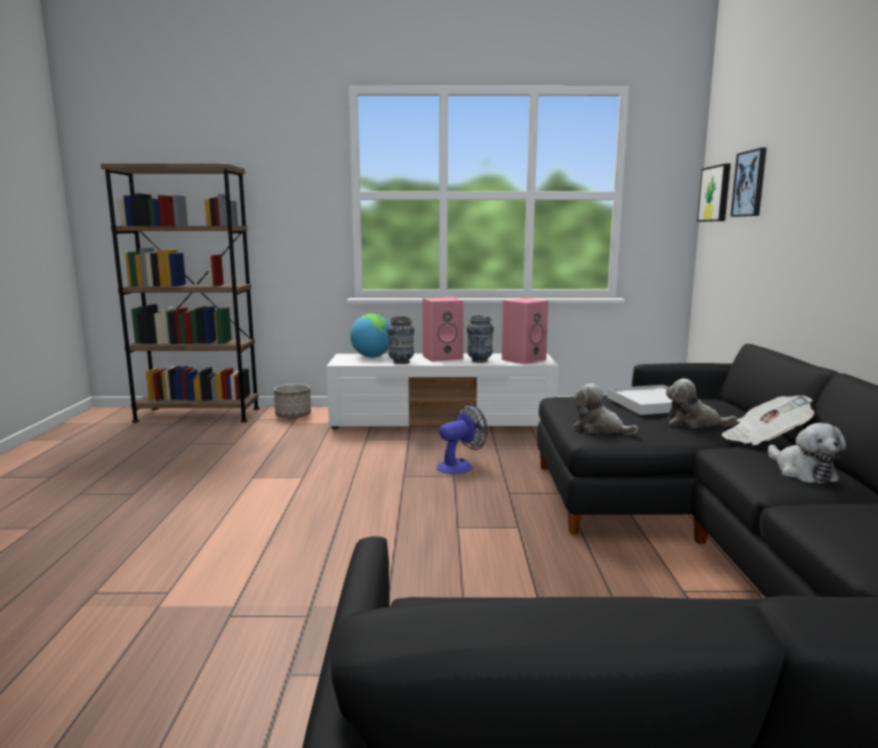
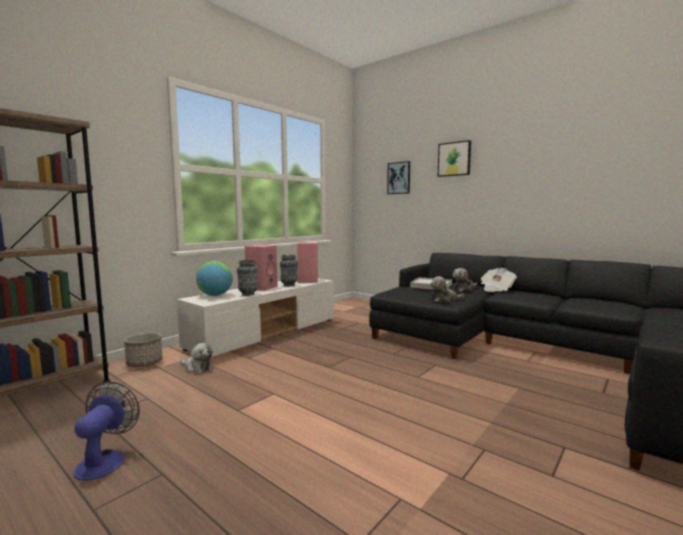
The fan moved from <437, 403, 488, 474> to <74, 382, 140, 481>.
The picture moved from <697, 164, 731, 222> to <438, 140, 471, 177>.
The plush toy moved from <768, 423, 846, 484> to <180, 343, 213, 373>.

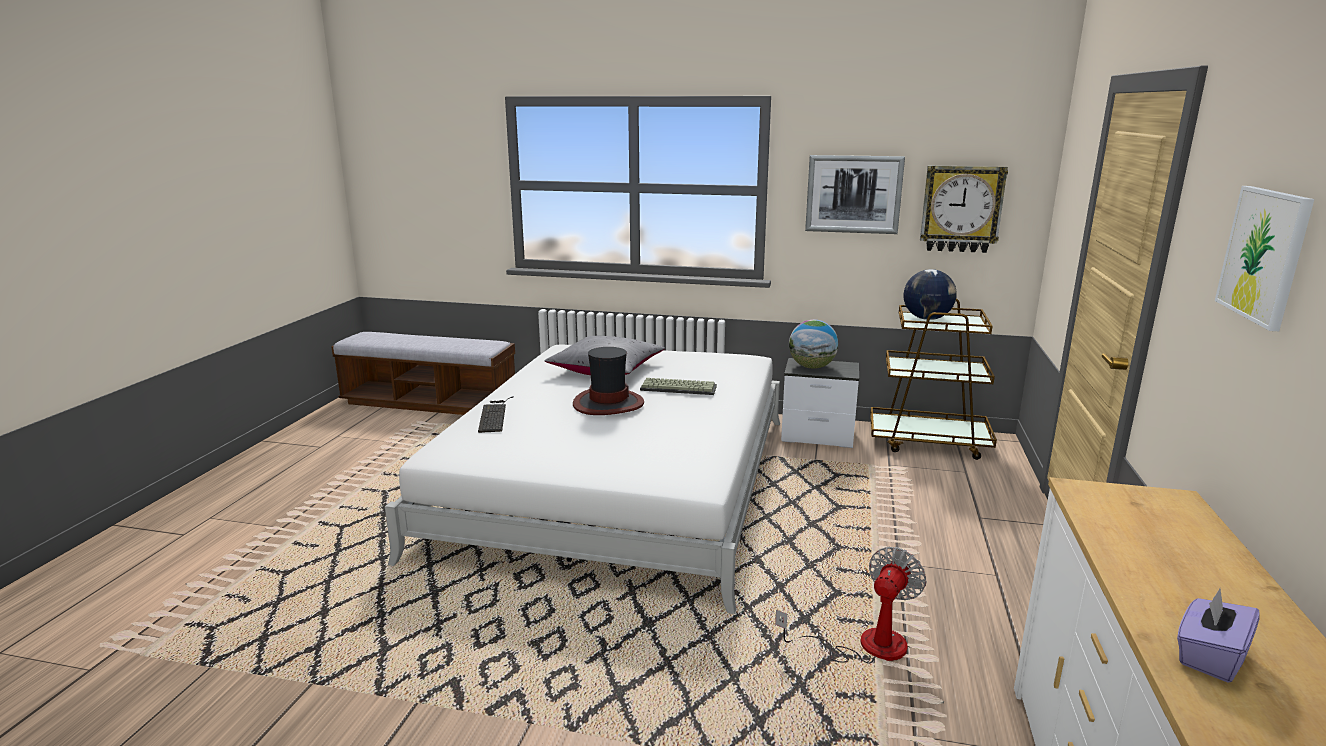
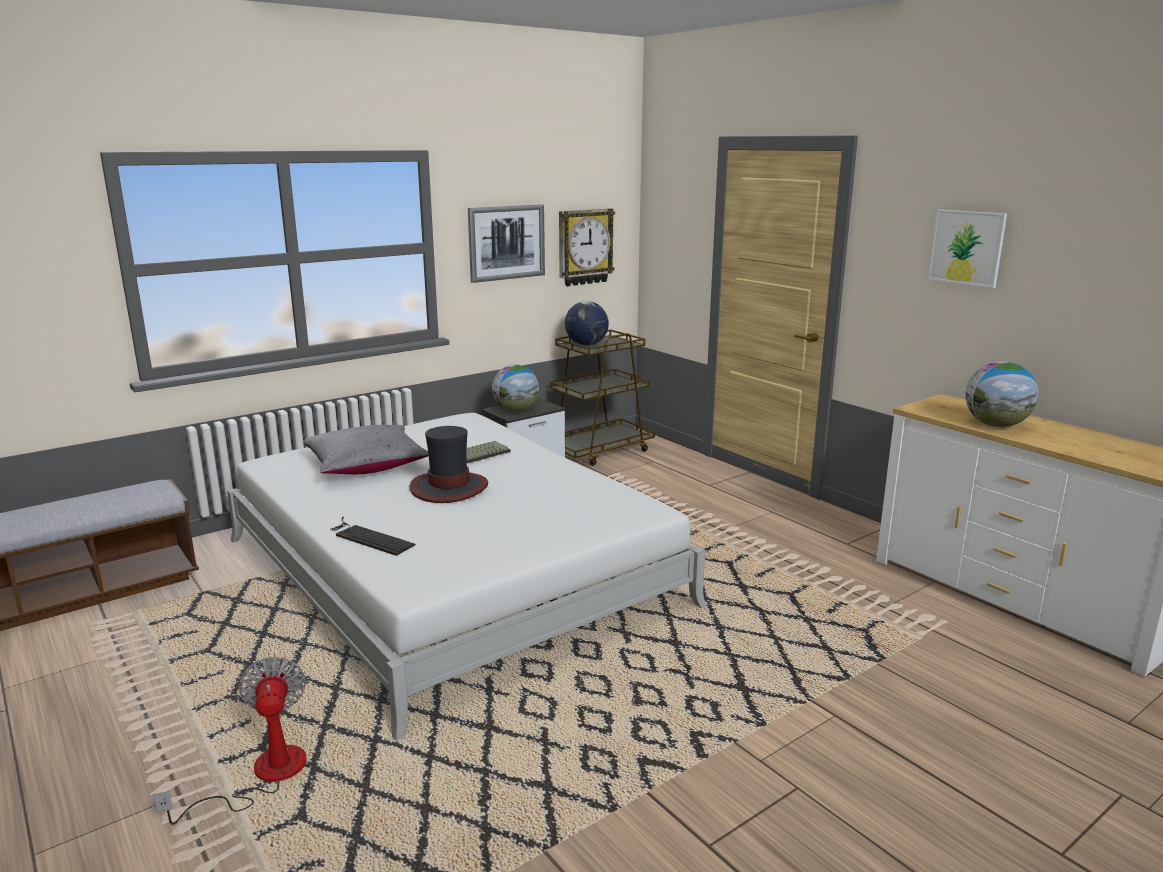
The tissue box in purple at <1177, 588, 1260, 683> disappeared.
The globe at <965, 361, 1038, 427> appeared.
The fan moved from <775, 547, 926, 664> to <153, 656, 307, 825>.

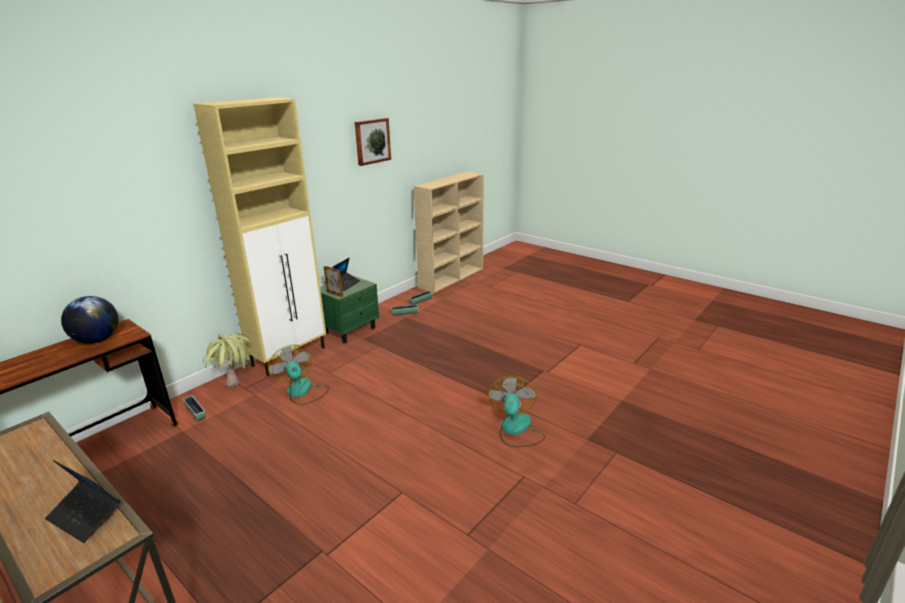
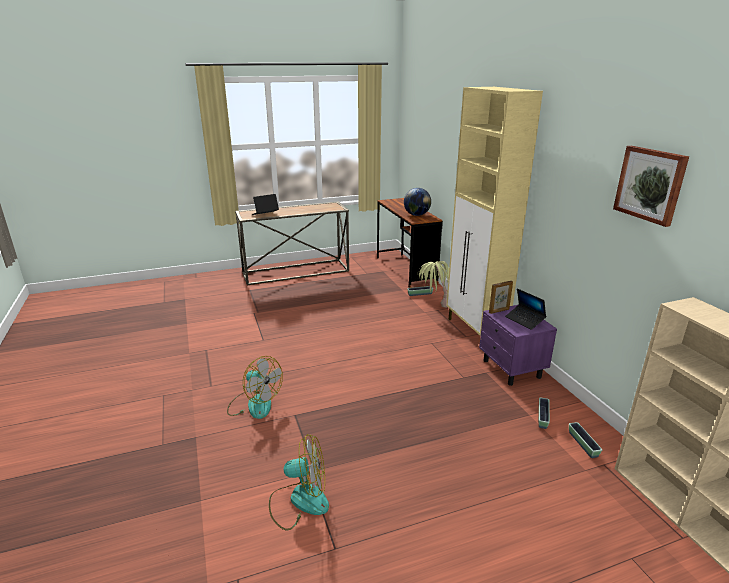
The fan moved from <268, 345, 329, 405> to <269, 434, 329, 530>.
The nightstand in green at <320, 275, 379, 343> became the nightstand in purple at <479, 305, 557, 386>.

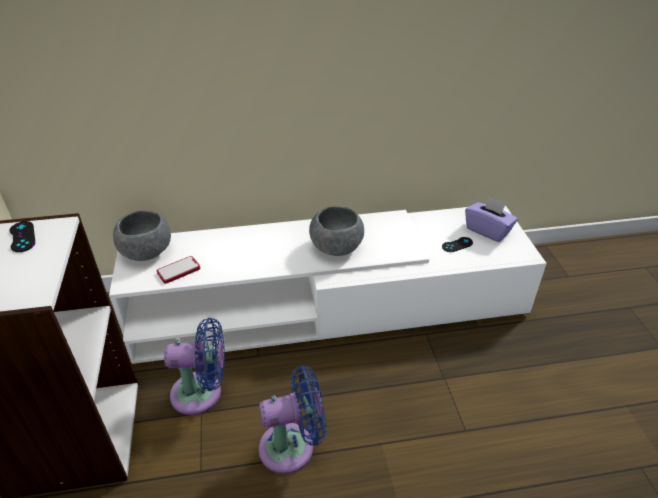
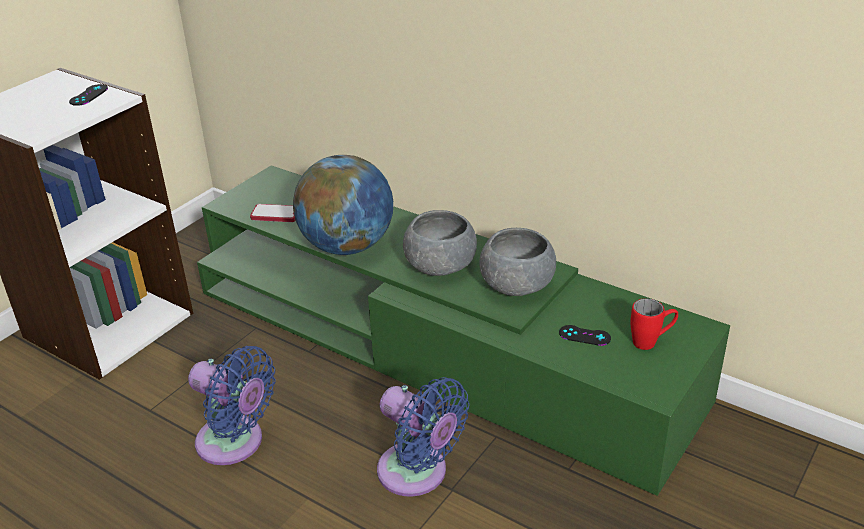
The globe at <293, 155, 393, 255> appeared.
The bowl in grey moved from <113, 211, 171, 261> to <479, 228, 556, 296>.
The fan in blue moved from <164, 318, 225, 415> to <377, 377, 469, 497>.
The tissue box in purple at <465, 196, 518, 242> was replaced by the mug in red at <631, 298, 678, 350>.
The tv stand in white at <109, 205, 547, 364> became the tv stand in green at <197, 165, 730, 496>.

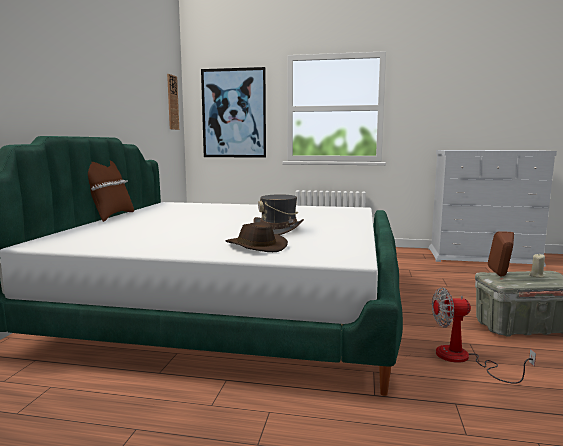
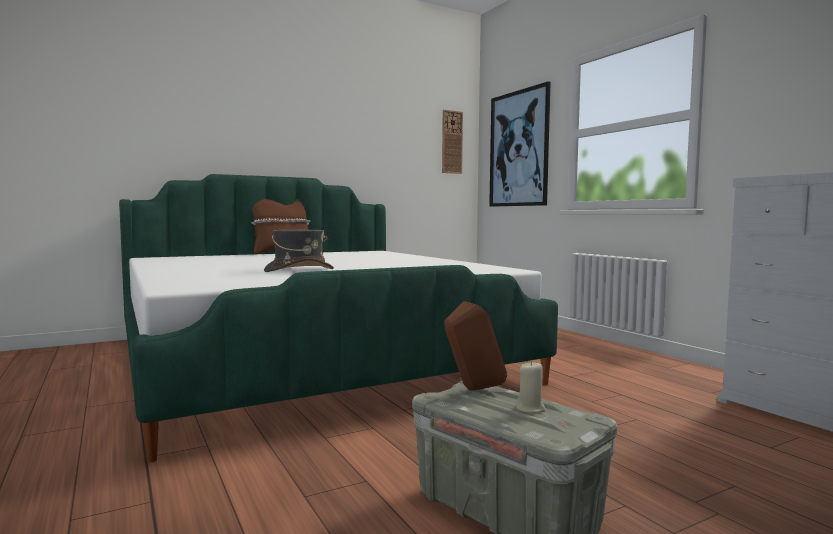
The hat in brown at <226, 222, 288, 252> disappeared.
The fan at <432, 288, 536, 384> disappeared.

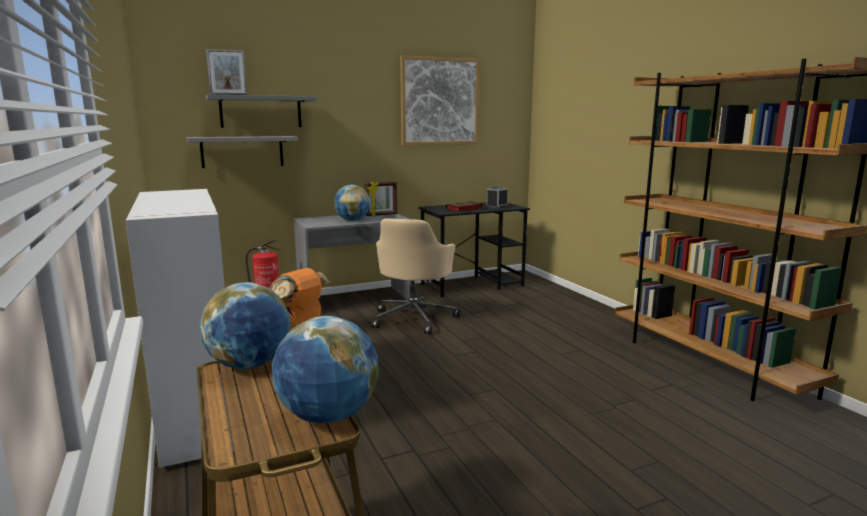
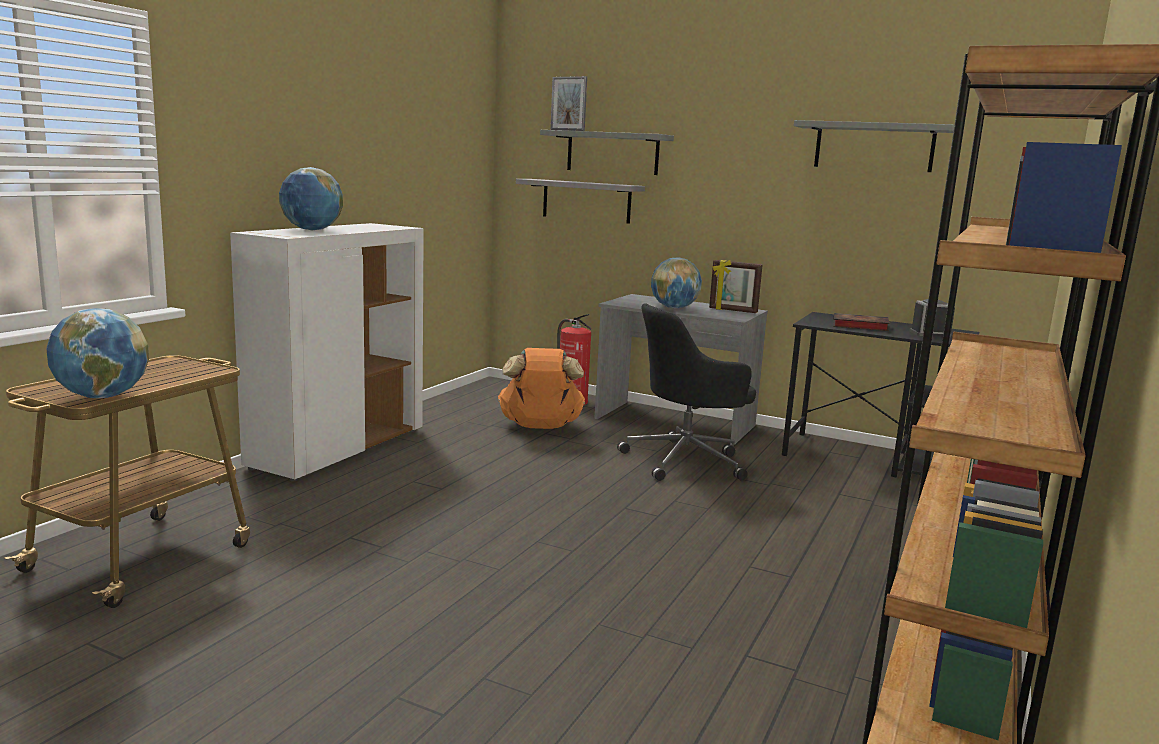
The globe moved from <200, 282, 290, 369> to <279, 167, 343, 230>.
The picture at <400, 55, 479, 145> was replaced by the shelf in grey at <794, 120, 954, 172>.
The office chair in beige at <372, 218, 460, 334> became the office chair in black at <617, 303, 756, 481>.

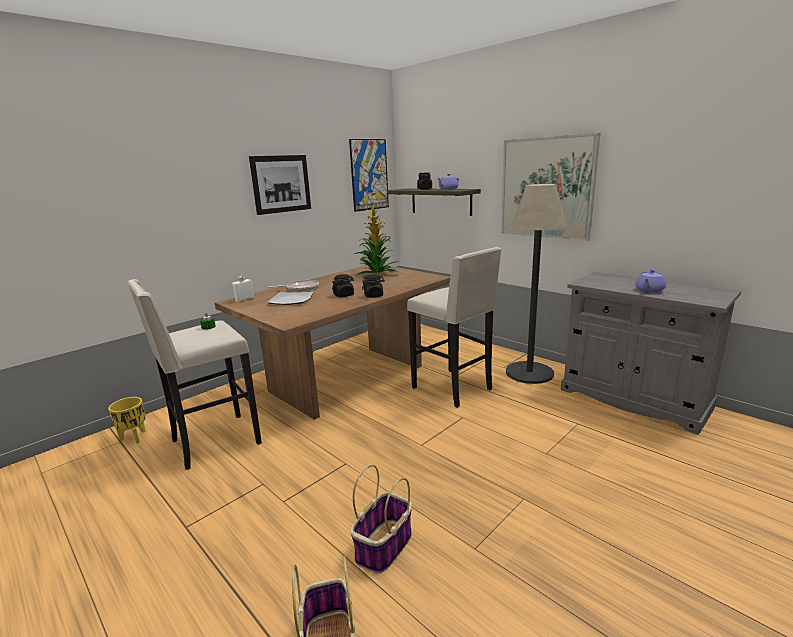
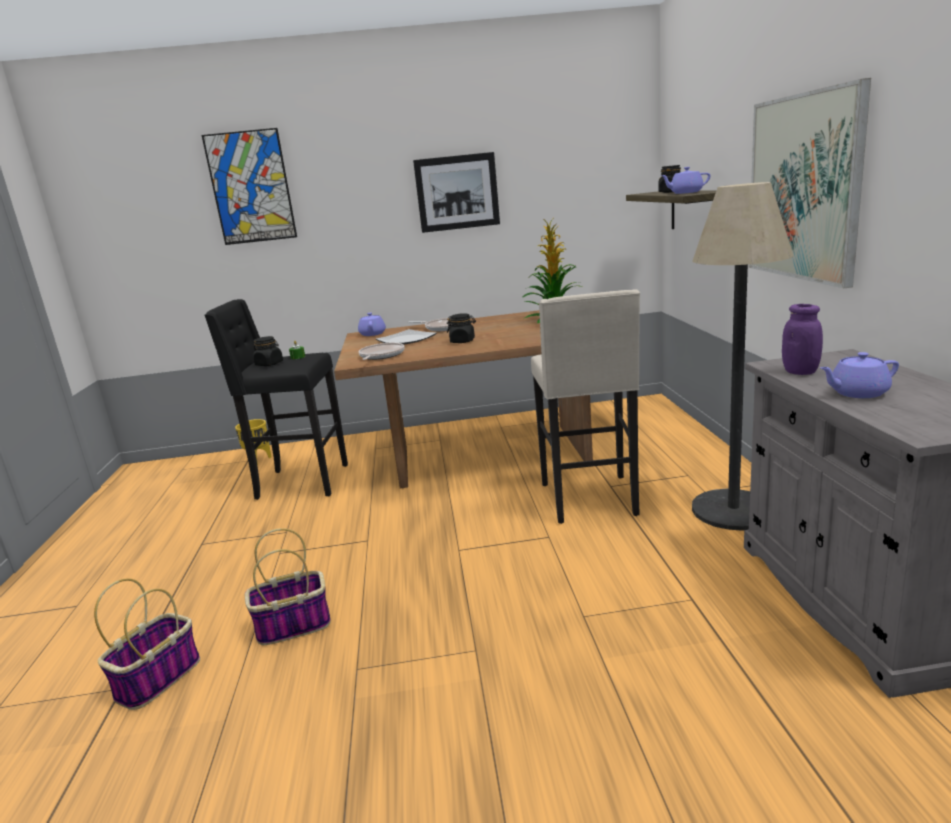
The frying pan at <358, 343, 405, 360> appeared.
The jar in purple at <782, 304, 823, 375> appeared.
The picture moved from <349, 139, 389, 212> to <202, 128, 297, 245>.
The jar in black moved from <362, 274, 385, 298> to <253, 336, 283, 366>.
The bottle in white at <232, 276, 254, 302> was replaced by the teapot in purple at <358, 313, 386, 336>.
The stool in beige at <127, 279, 262, 470> became the stool in black at <204, 299, 348, 500>.

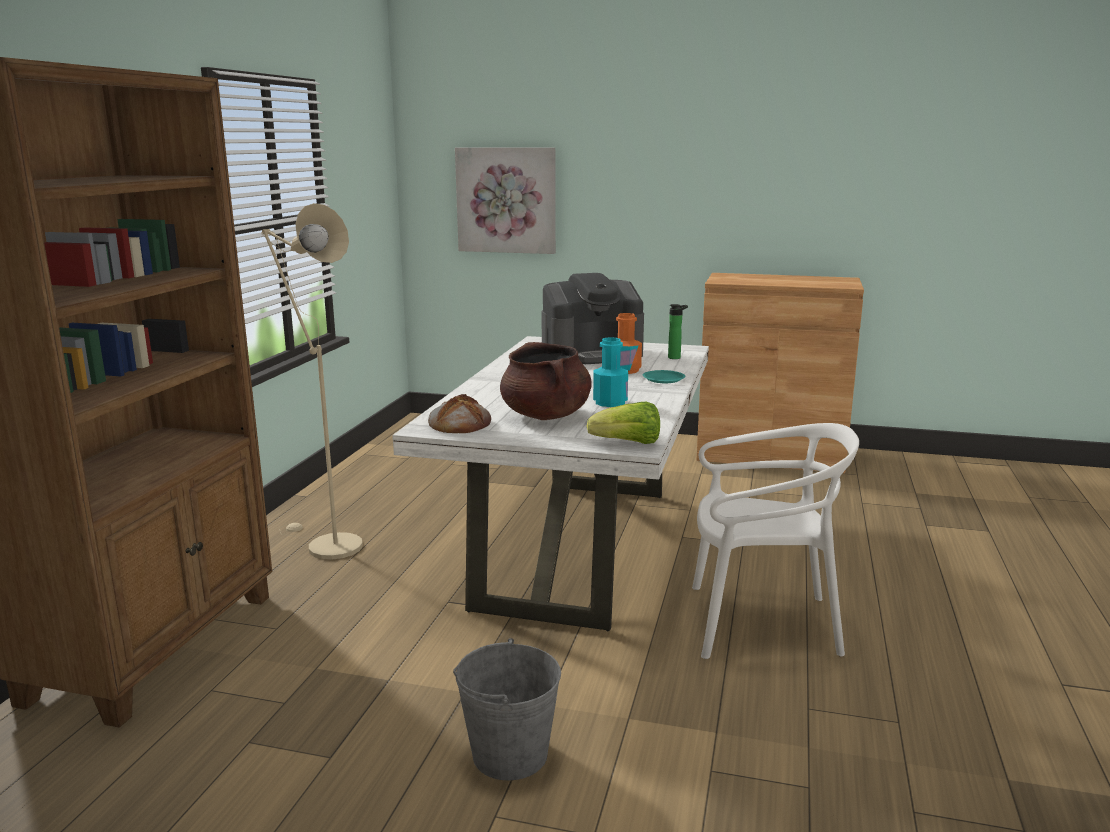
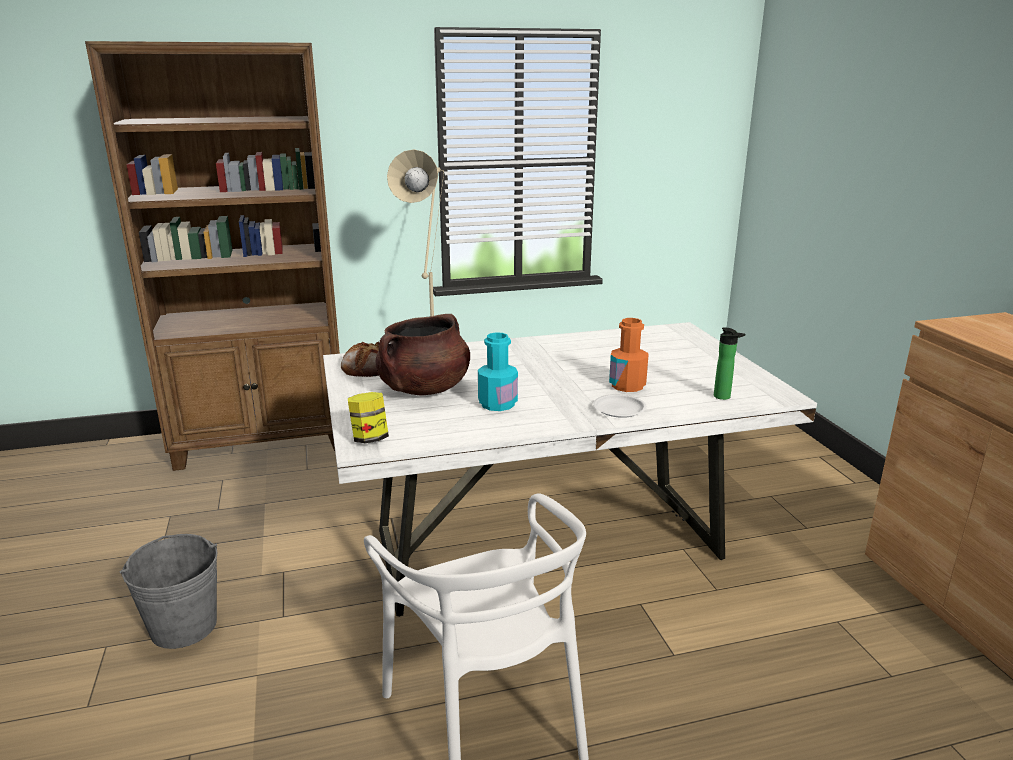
The picture at <455, 148, 556, 254> disappeared.
The coffee machine at <541, 273, 644, 364> disappeared.
The lettuce at <587, 401, 660, 444> was replaced by the jar at <348, 392, 389, 443>.
The plate in turquoise at <643, 370, 685, 383> became the plate in white at <593, 394, 647, 418>.

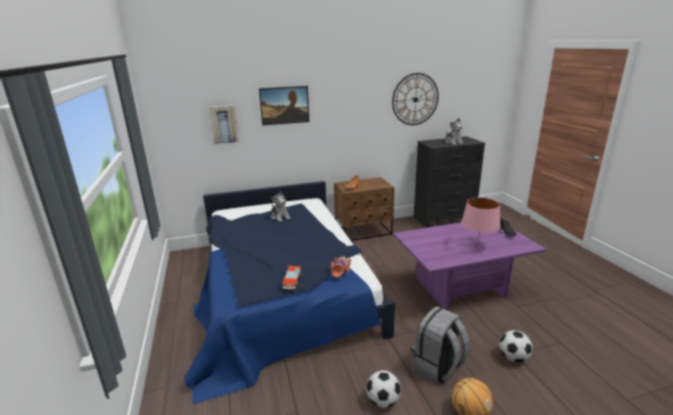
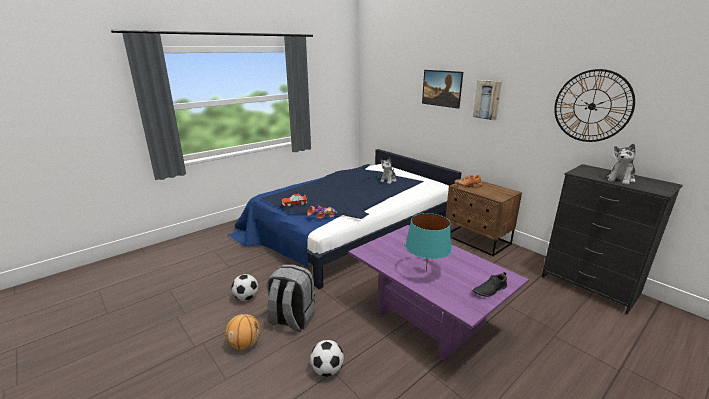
The picture moved from <209, 105, 238, 144> to <473, 80, 502, 120>.
The table lamp in pink at <461, 198, 501, 243> became the table lamp in turquoise at <405, 213, 452, 272>.

